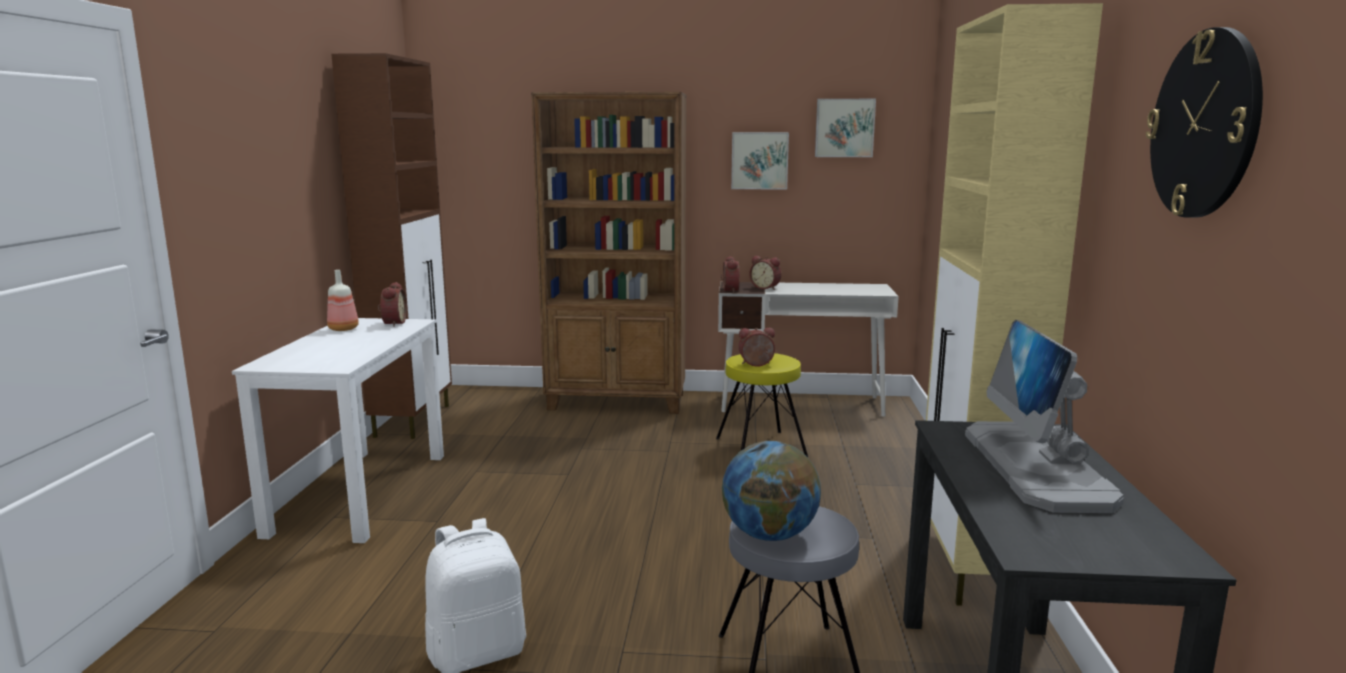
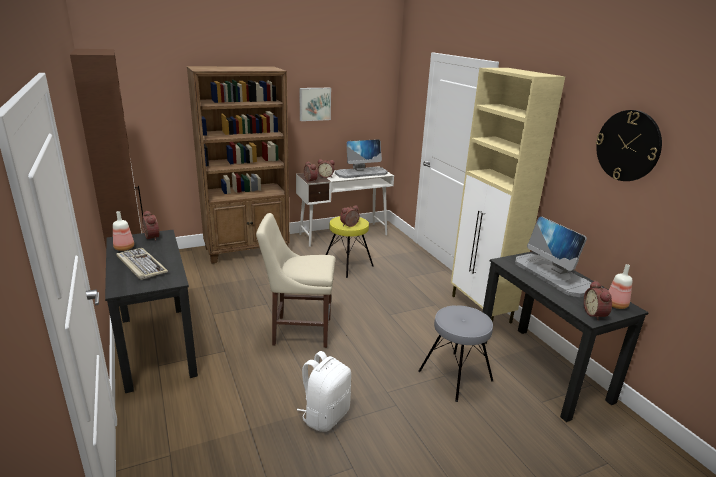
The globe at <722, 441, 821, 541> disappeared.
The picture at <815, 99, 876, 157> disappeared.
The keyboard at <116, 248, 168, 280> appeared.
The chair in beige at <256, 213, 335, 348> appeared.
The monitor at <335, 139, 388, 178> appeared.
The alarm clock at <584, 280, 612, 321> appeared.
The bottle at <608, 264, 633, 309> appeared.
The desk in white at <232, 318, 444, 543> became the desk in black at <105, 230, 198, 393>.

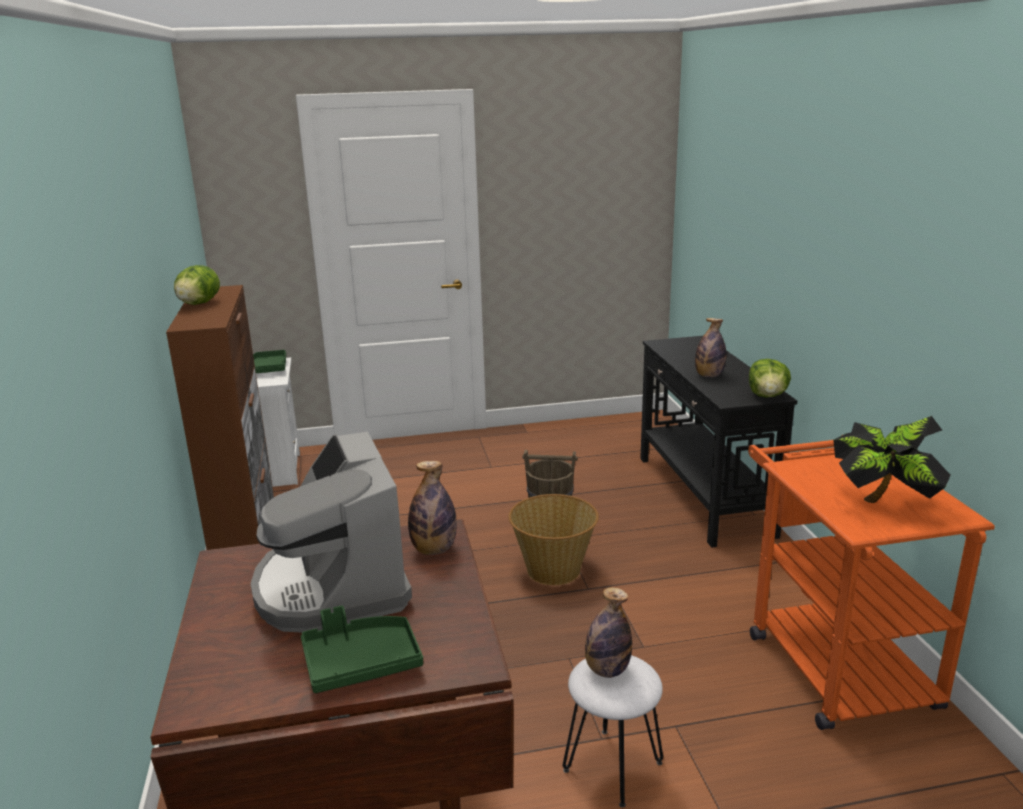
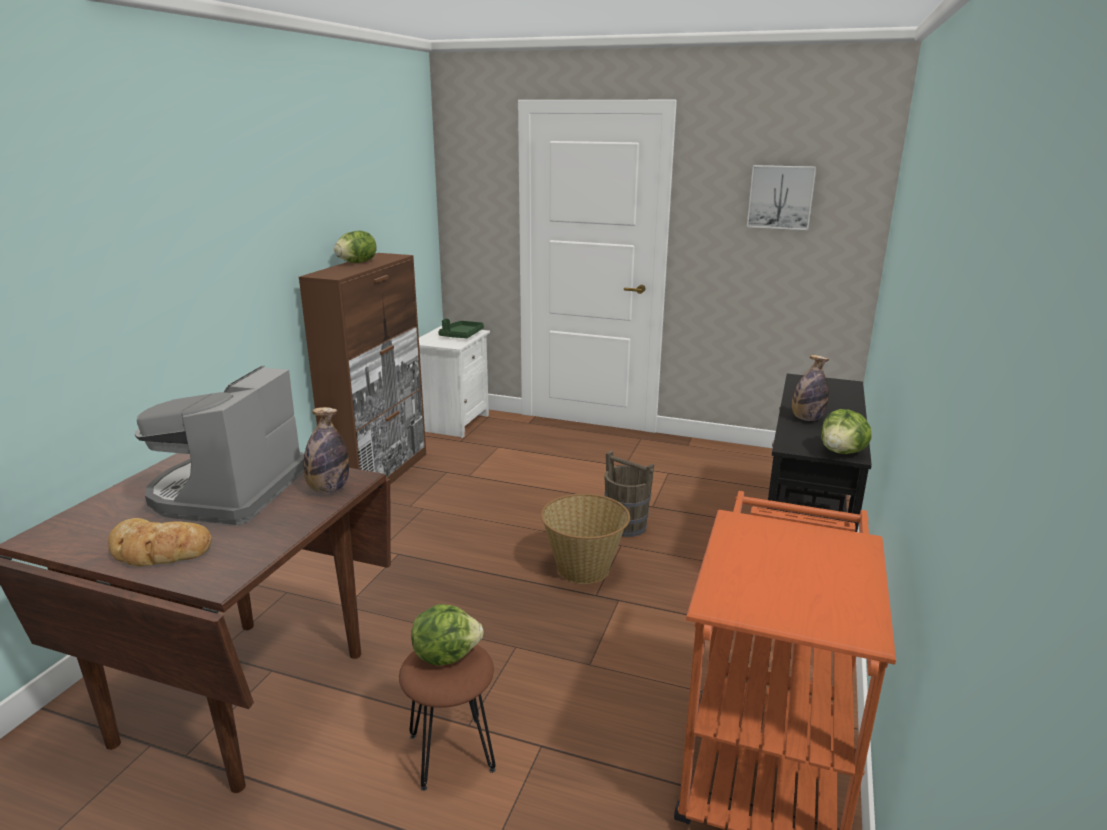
The potted plant at <833, 416, 951, 503> disappeared.
The picture at <747, 165, 816, 230> appeared.
The tray in green at <301, 606, 423, 693> was replaced by the bread at <108, 518, 212, 567>.
The bottle at <585, 587, 632, 678> was replaced by the lettuce at <411, 604, 484, 666>.
The stool in white at <563, 655, 663, 808> became the stool in brown at <399, 645, 496, 791>.

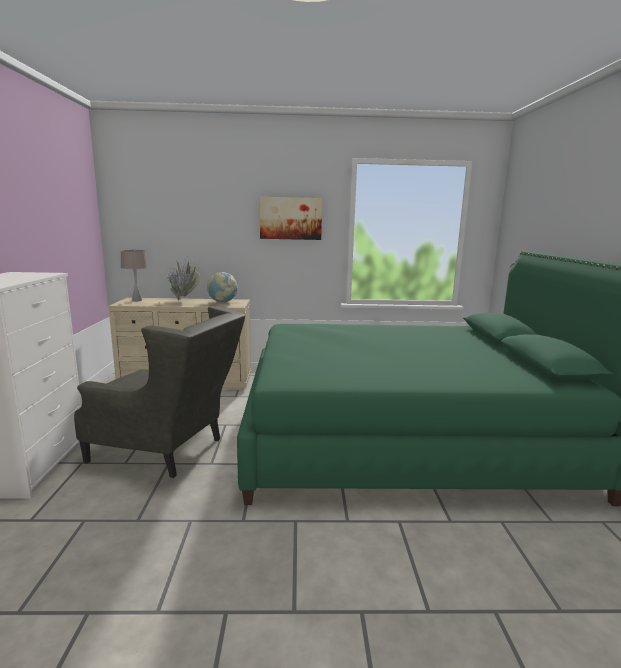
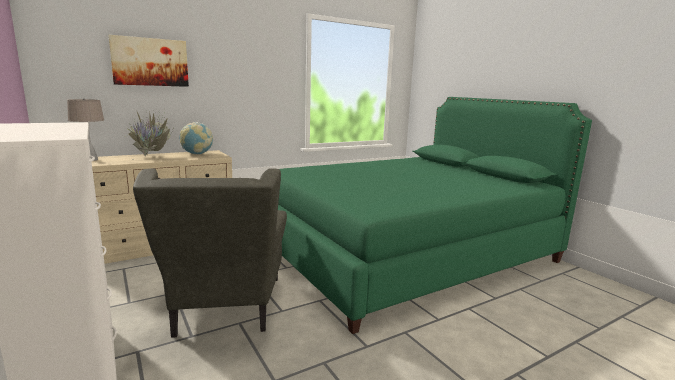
The picture moved from <260, 197, 322, 240> to <108, 35, 189, 87>.
The armchair in grey at <74, 306, 245, 478> turned 90 degrees clockwise.

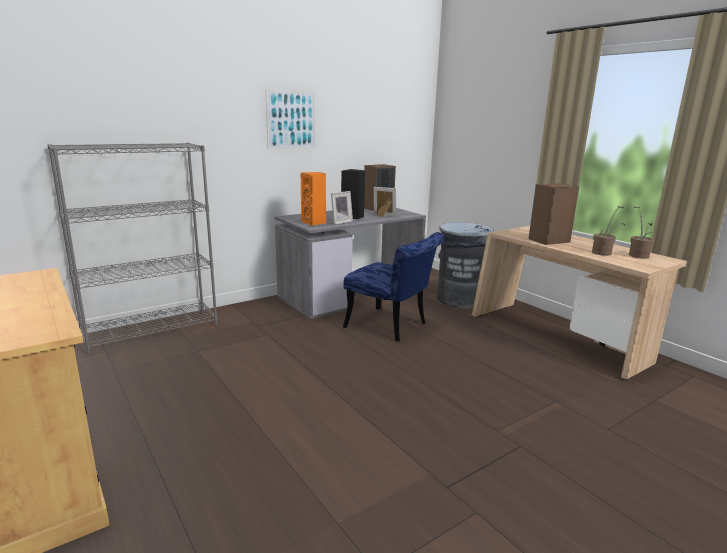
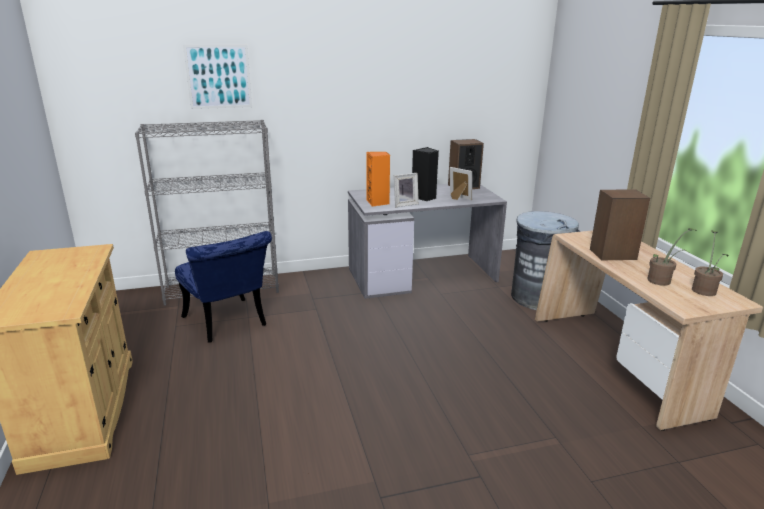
The picture moved from <265, 90, 316, 149> to <183, 45, 252, 109>.
The chair in blue moved from <343, 232, 444, 341> to <175, 231, 272, 343>.

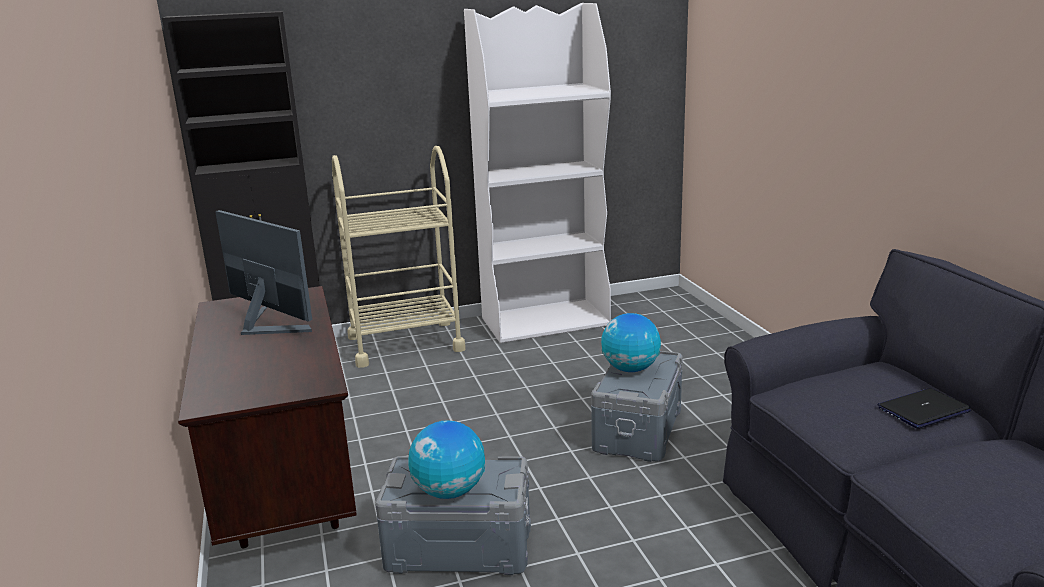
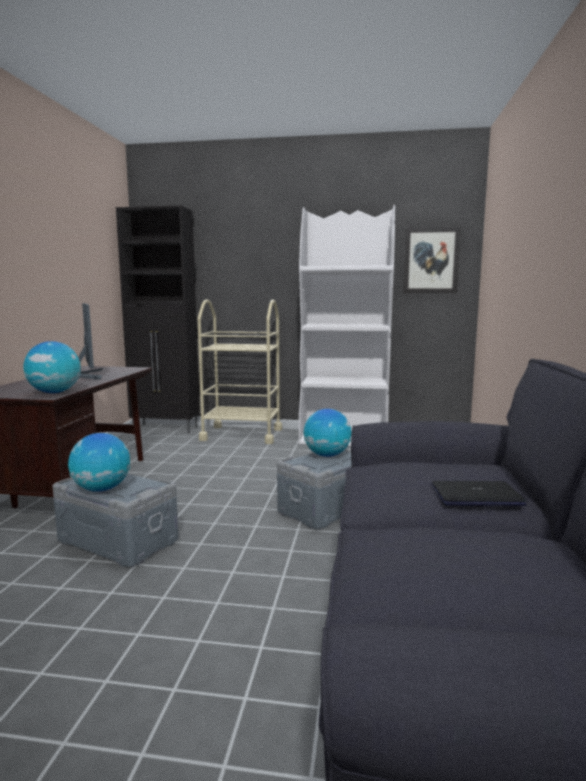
The globe at <24, 341, 81, 393> appeared.
The picture at <403, 226, 461, 293> appeared.

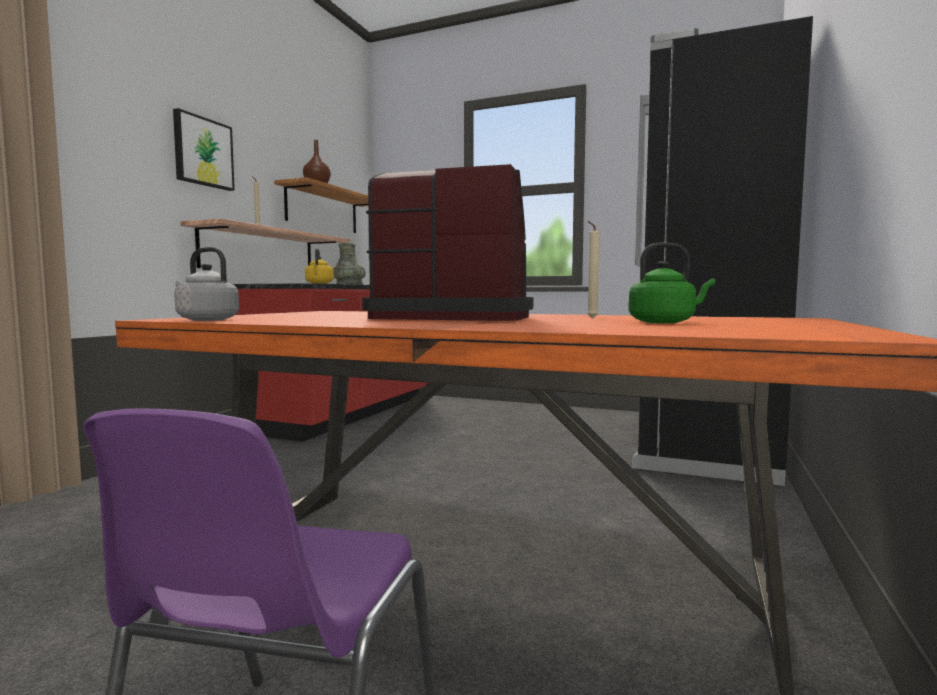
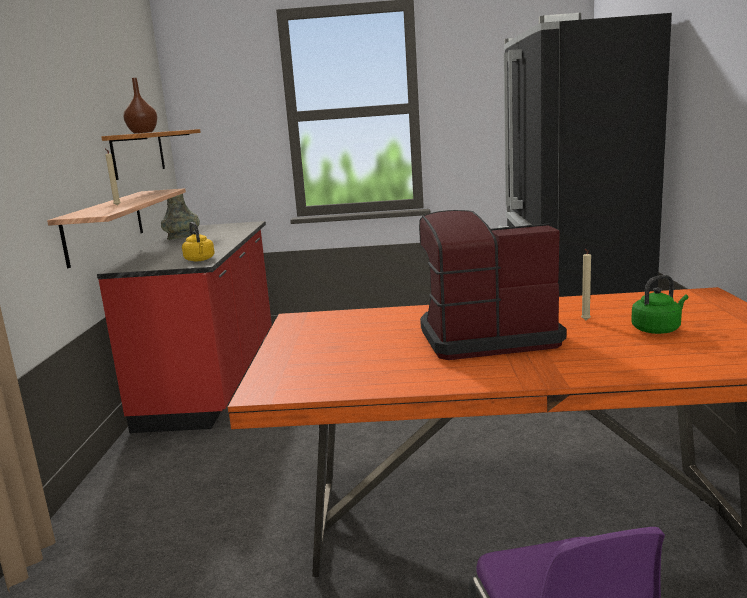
The picture at <173, 108, 235, 191> disappeared.
The kettle in grey at <174, 247, 239, 321> disappeared.

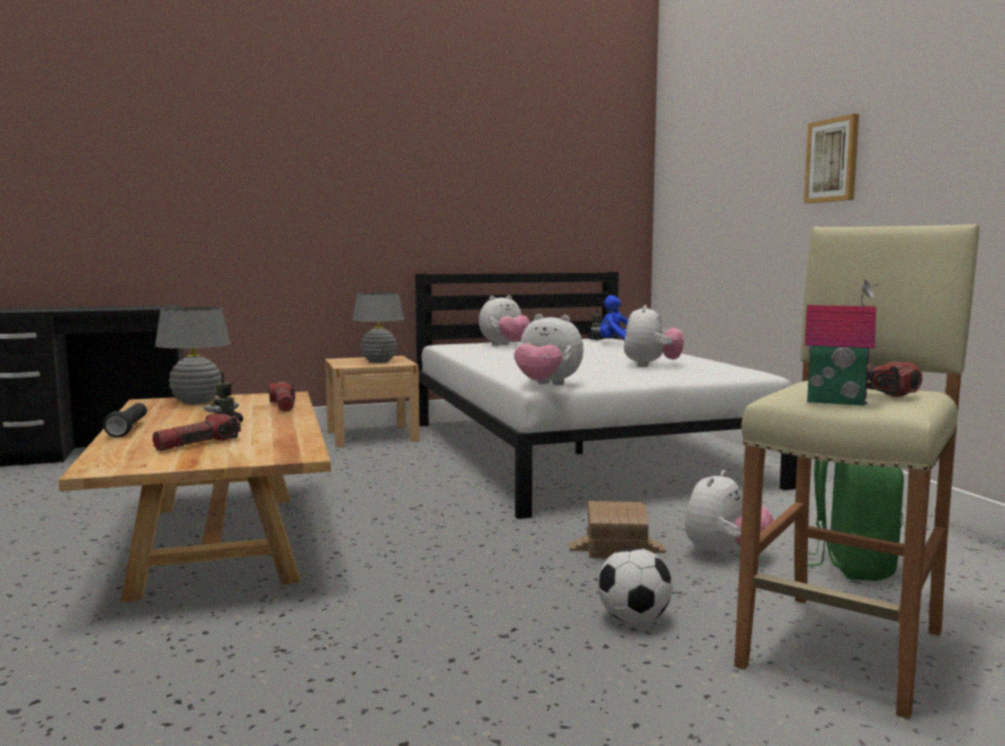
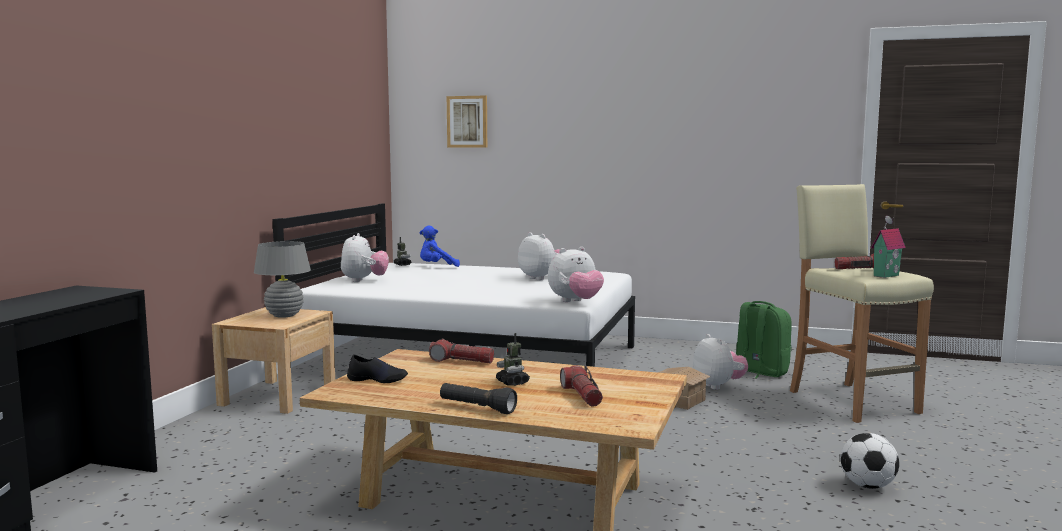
The football moved from <598, 547, 672, 624> to <840, 433, 899, 489>.
The picture moved from <804, 114, 859, 203> to <447, 96, 487, 148>.
The table lamp in grey at <155, 307, 231, 404> was replaced by the shoe in black at <347, 354, 408, 383>.

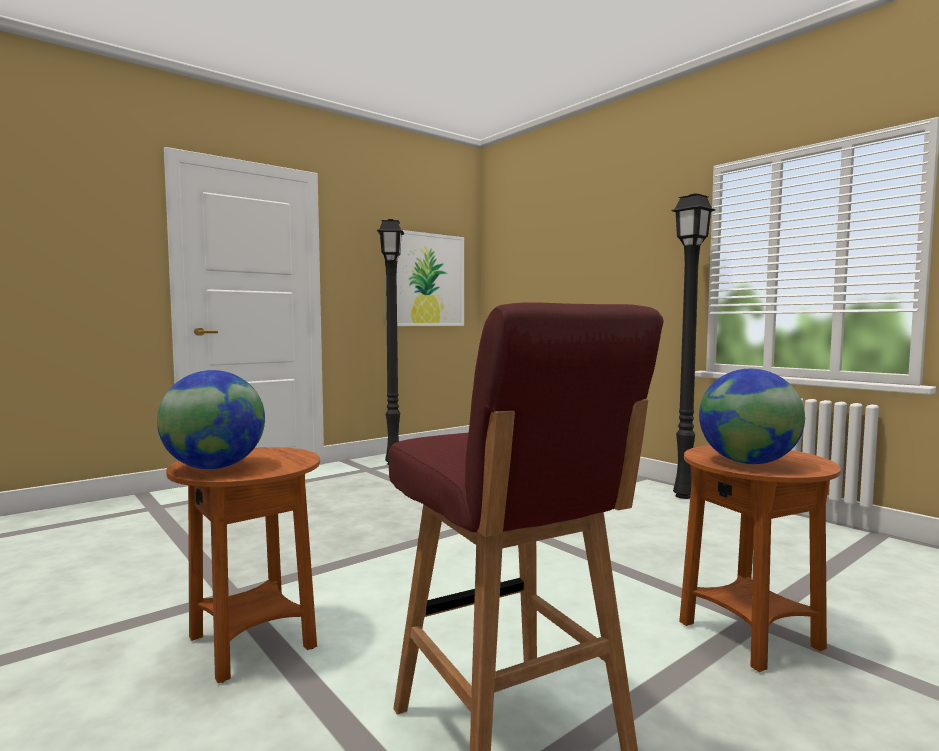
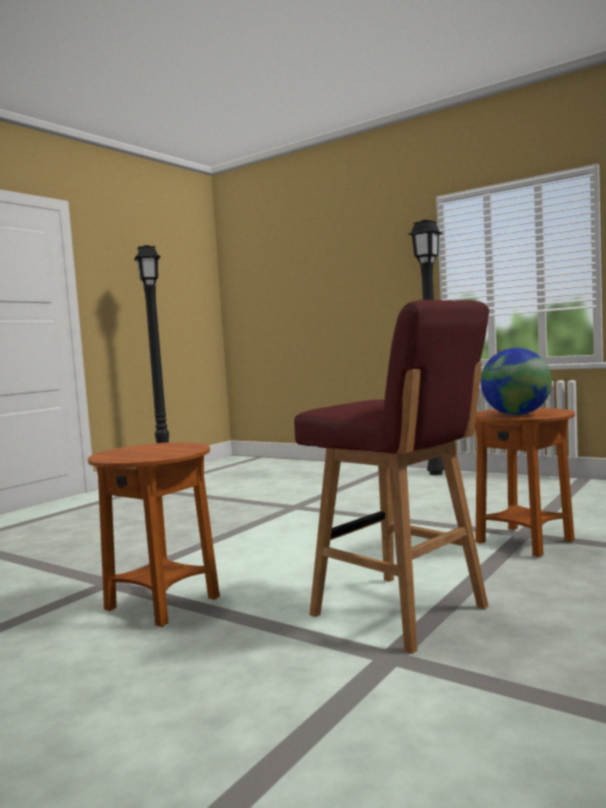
The globe at <157, 370, 265, 469> disappeared.
The picture at <386, 230, 464, 326> disappeared.

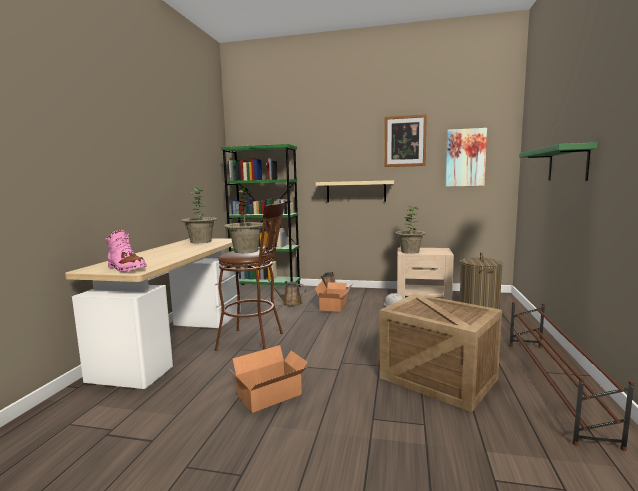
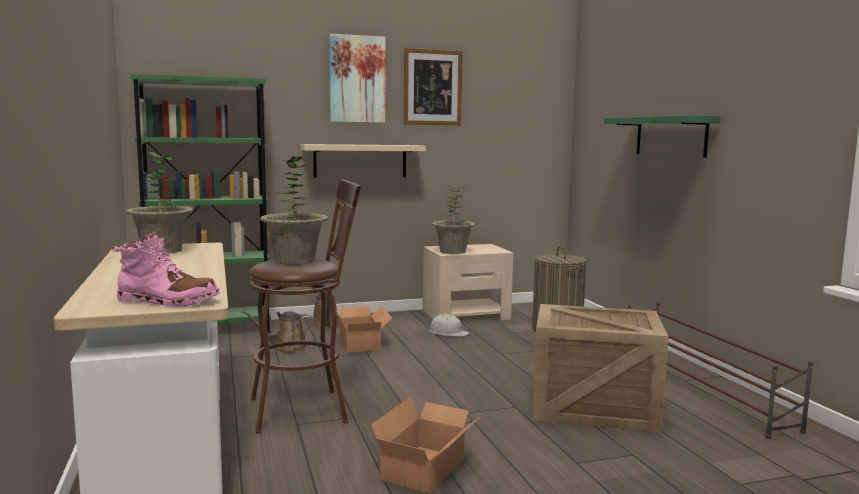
The picture moved from <446, 128, 487, 187> to <329, 34, 386, 123>.

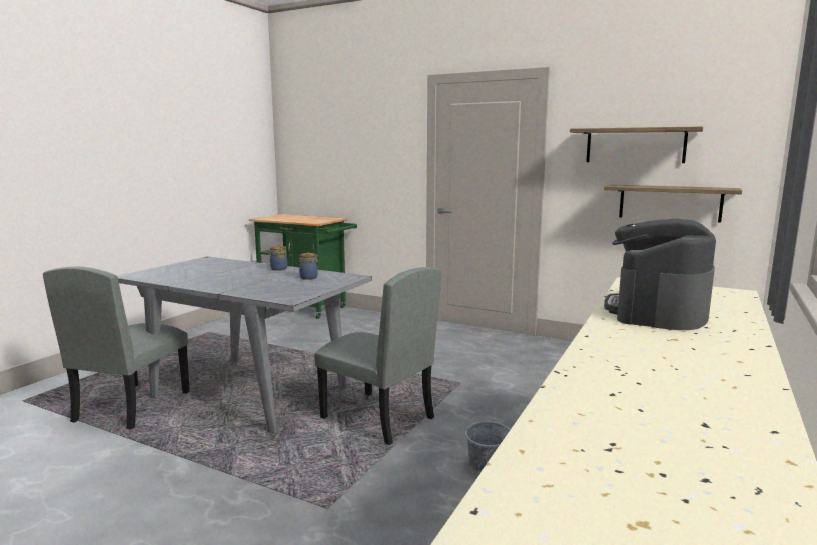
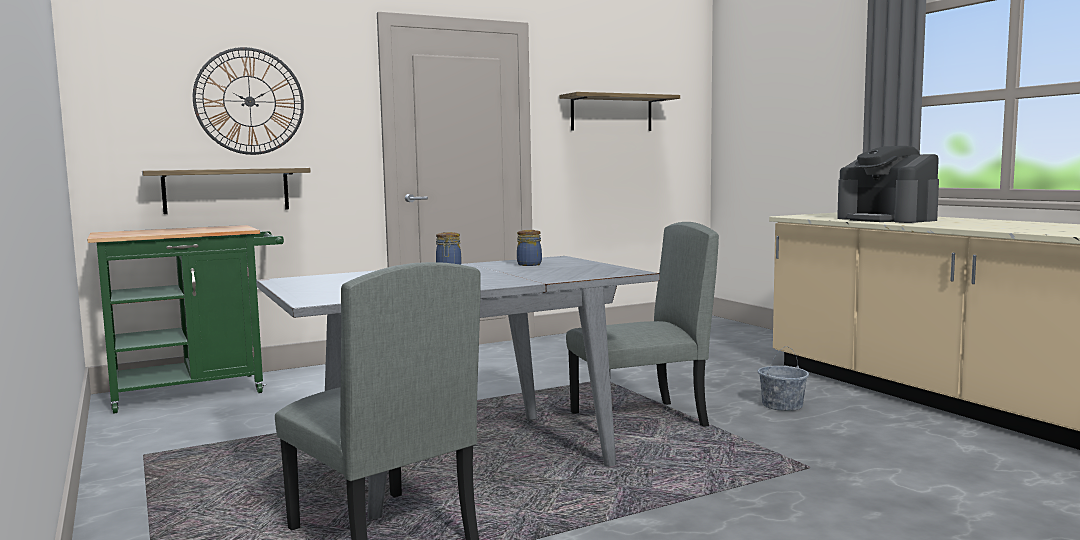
The wall clock at <193, 47, 304, 155> appeared.
The shelf moved from <604, 185, 742, 223> to <142, 168, 311, 214>.

